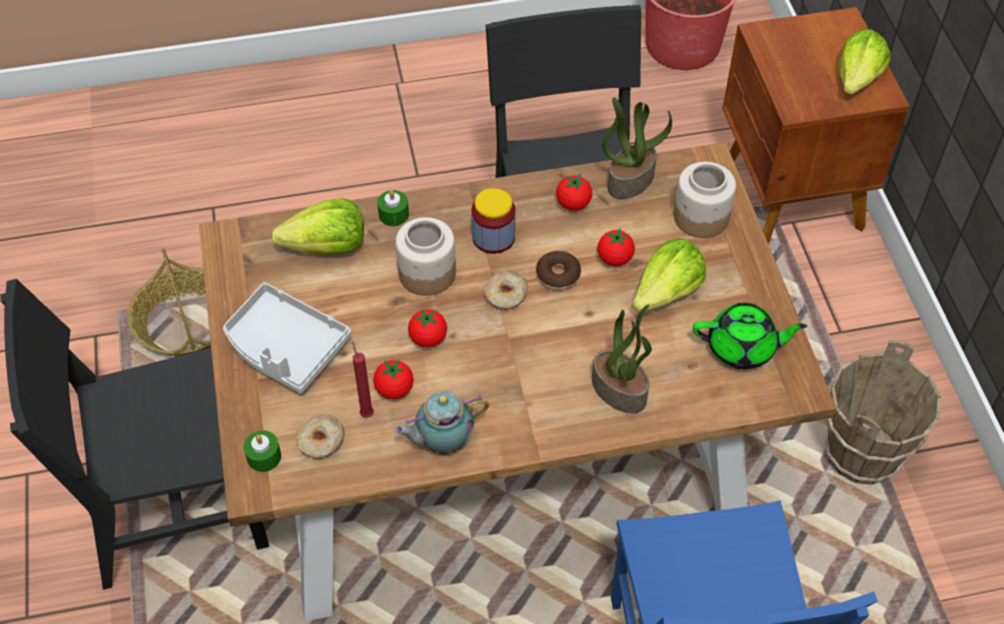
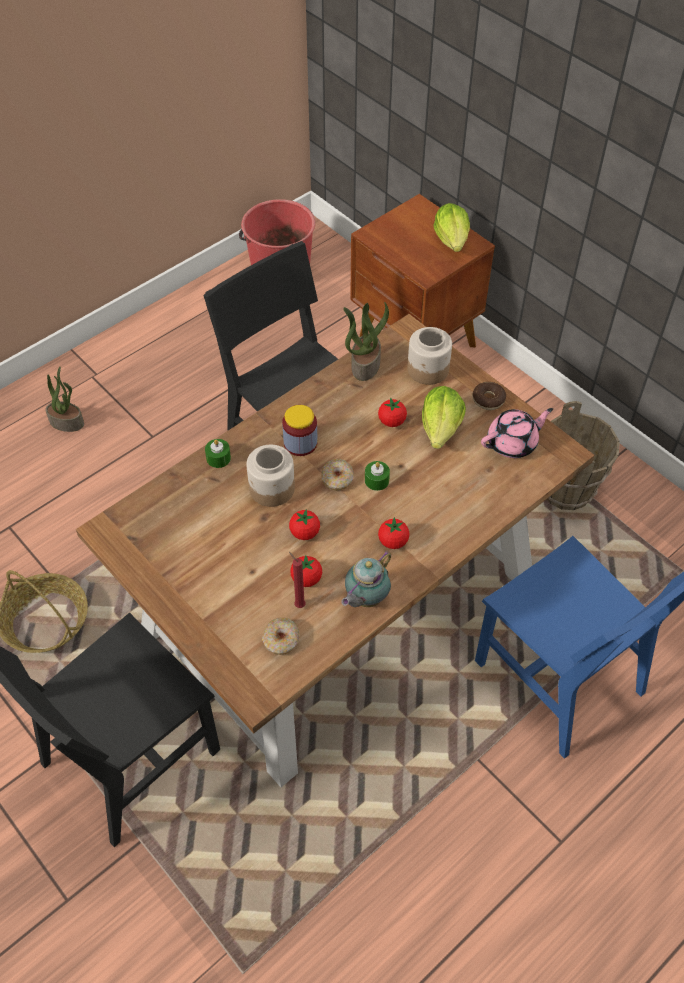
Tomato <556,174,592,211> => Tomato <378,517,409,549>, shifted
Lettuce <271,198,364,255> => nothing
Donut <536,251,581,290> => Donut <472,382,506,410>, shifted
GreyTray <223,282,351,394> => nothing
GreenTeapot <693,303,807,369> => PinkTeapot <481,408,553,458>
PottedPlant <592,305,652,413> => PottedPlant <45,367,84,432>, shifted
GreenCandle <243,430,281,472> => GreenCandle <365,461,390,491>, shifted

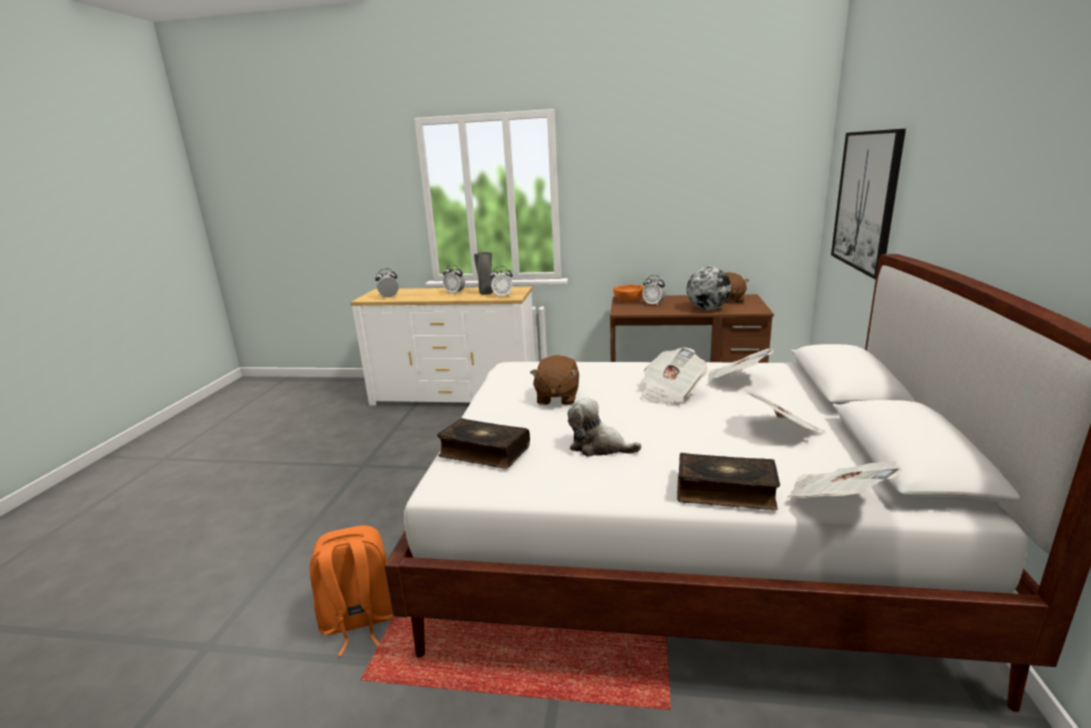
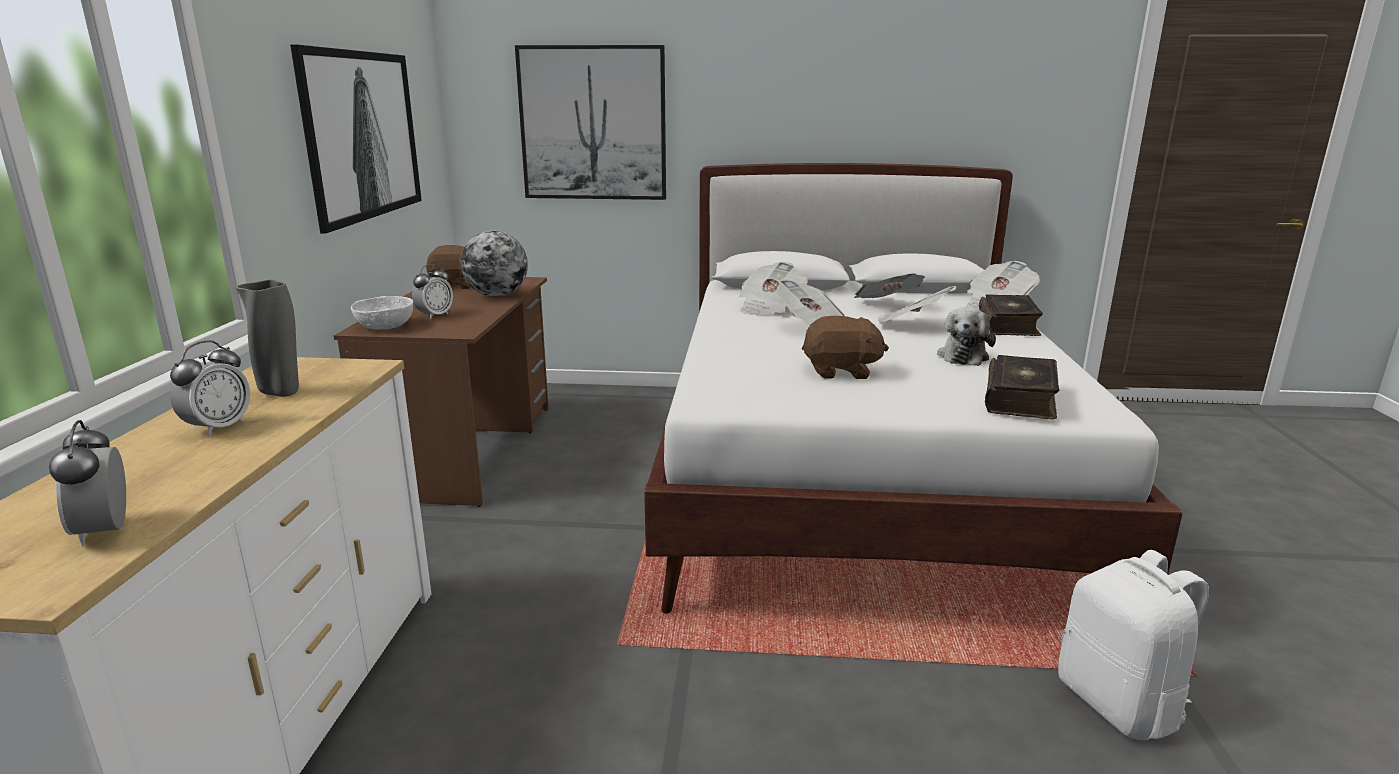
AlarmClock <490,266,513,298> => nothing
OrangeBowl <613,284,644,302> => WhiteBowl <351,296,413,330>
OrangeBackpack <310,525,394,656> => WhiteBackpack <1058,550,1209,740>
nothing => Picture <290,44,422,234>
nothing => Newspaper <878,286,957,324>

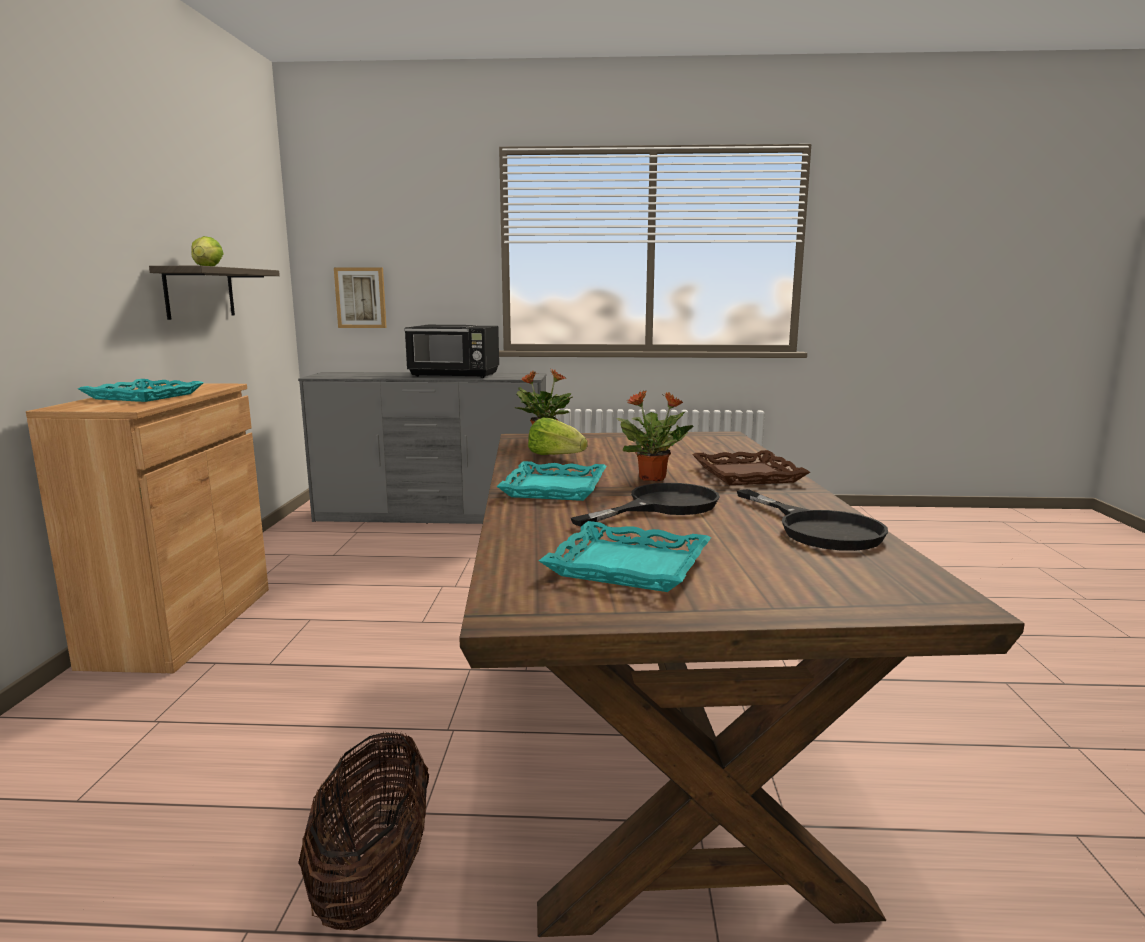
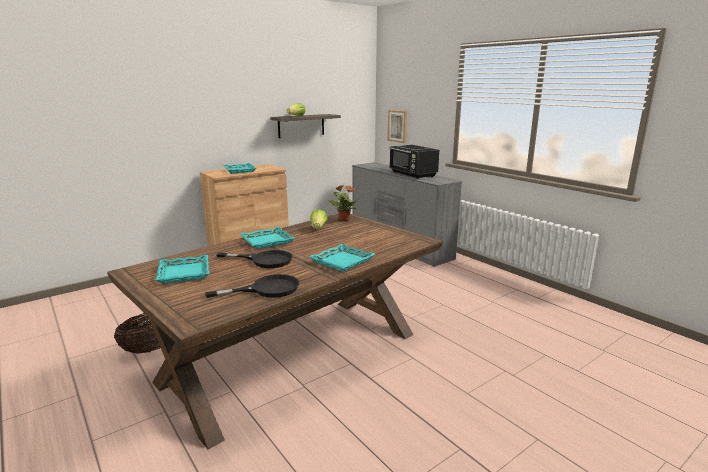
PottedPlant <616,390,694,482> => nothing
BrownTray <692,450,810,485> => TurquoiseTray <309,244,375,272>
BlackFryingPan <737,489,888,551> => BlackFryingPan <205,274,299,298>, 135 degrees counterclockwise

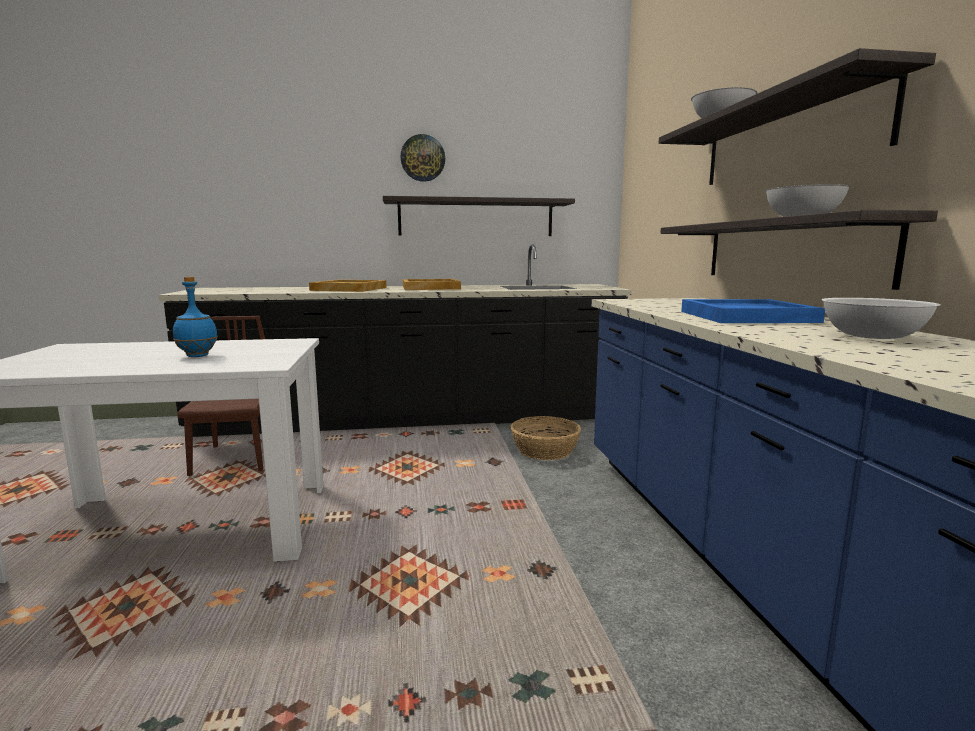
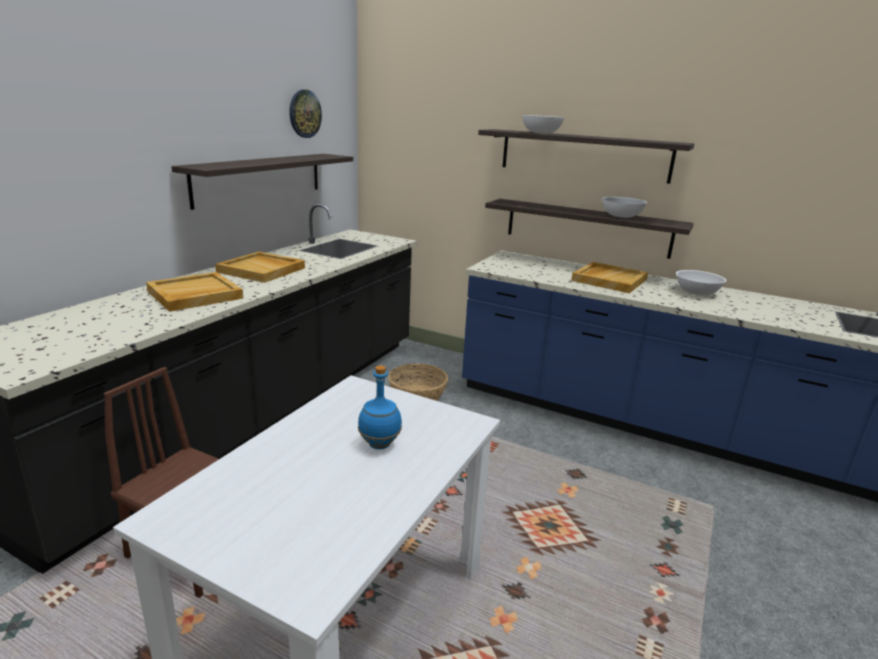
WallClock <401,134,445,182> => WallClock <289,90,322,138>, shifted
BlueTray <681,299,825,323> => BeigeTray <571,262,648,293>

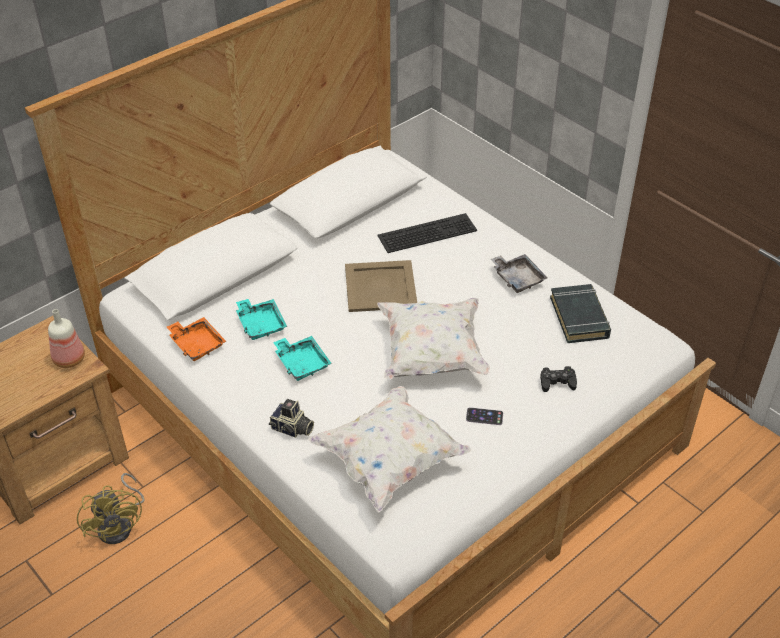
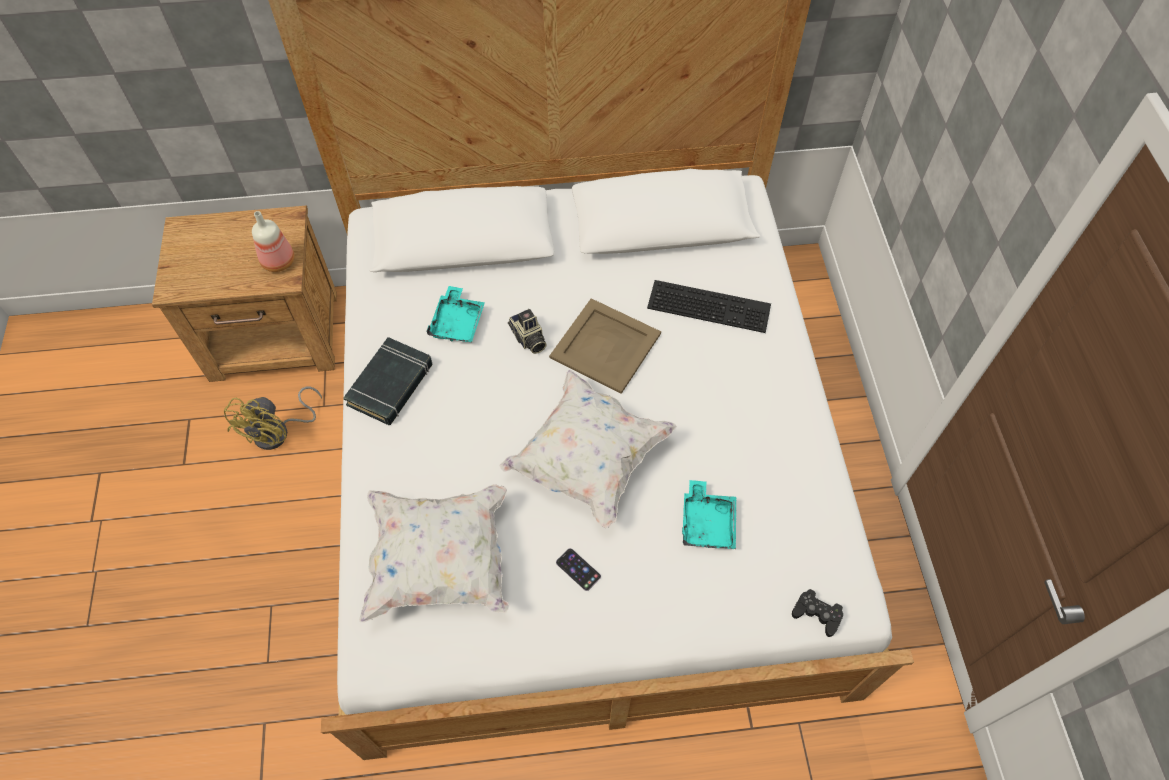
GreyTray <491,254,547,293> => nothing
BlackBook <550,284,611,343> => BlackBook <343,337,433,425>, shifted
OrangeTray <167,317,226,361> => nothing
TurquoiseTray <273,336,332,381> => TurquoiseTray <682,480,736,549>, shifted
BlackGameController <540,366,577,392> => BlackGameController <792,589,843,637>, shifted
PhotoCamera <269,399,314,438> => PhotoCamera <508,309,547,354>, shifted

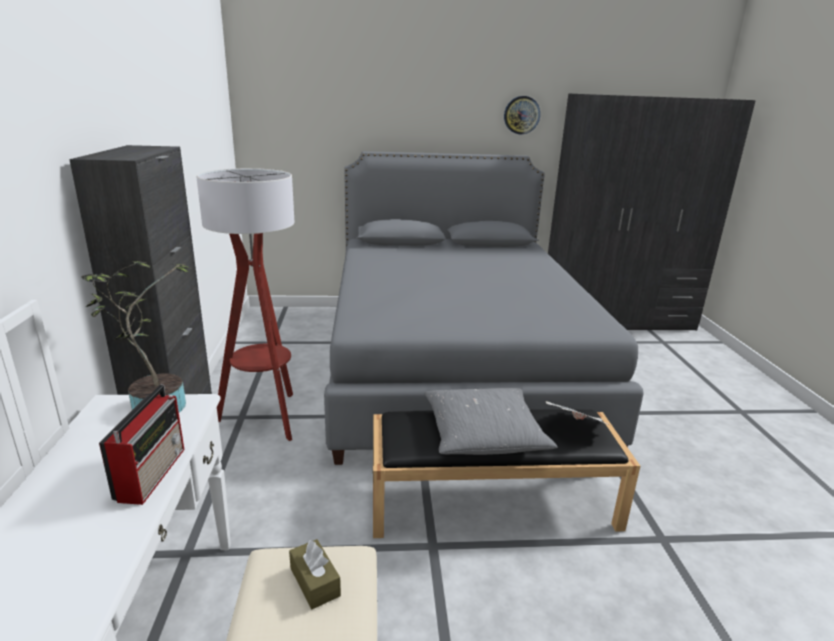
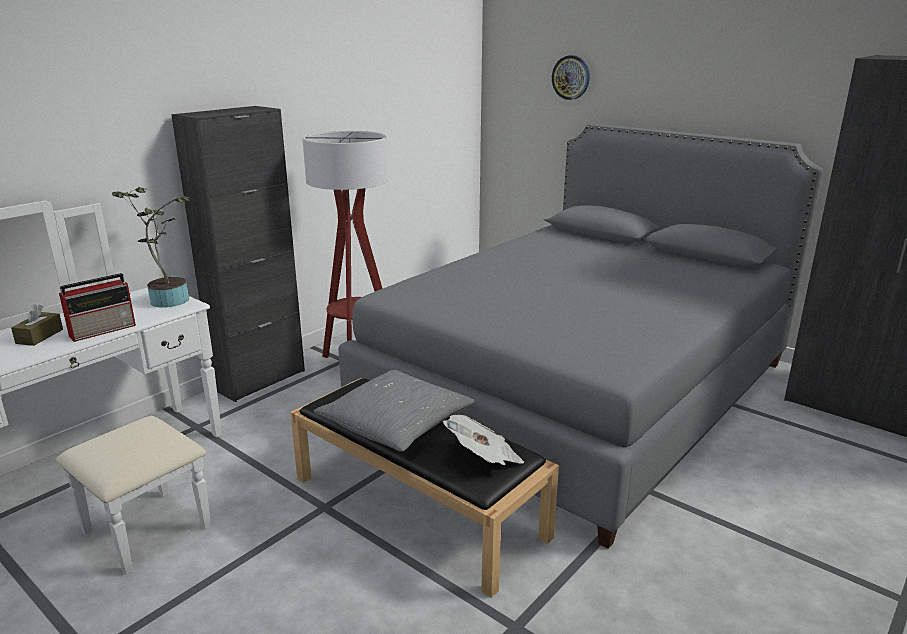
WallClock <504,96,540,134> => WallClock <552,55,590,100>, shifted
BrownTissueBox <289,539,341,609> => BrownTissueBox <11,304,63,346>, shifted

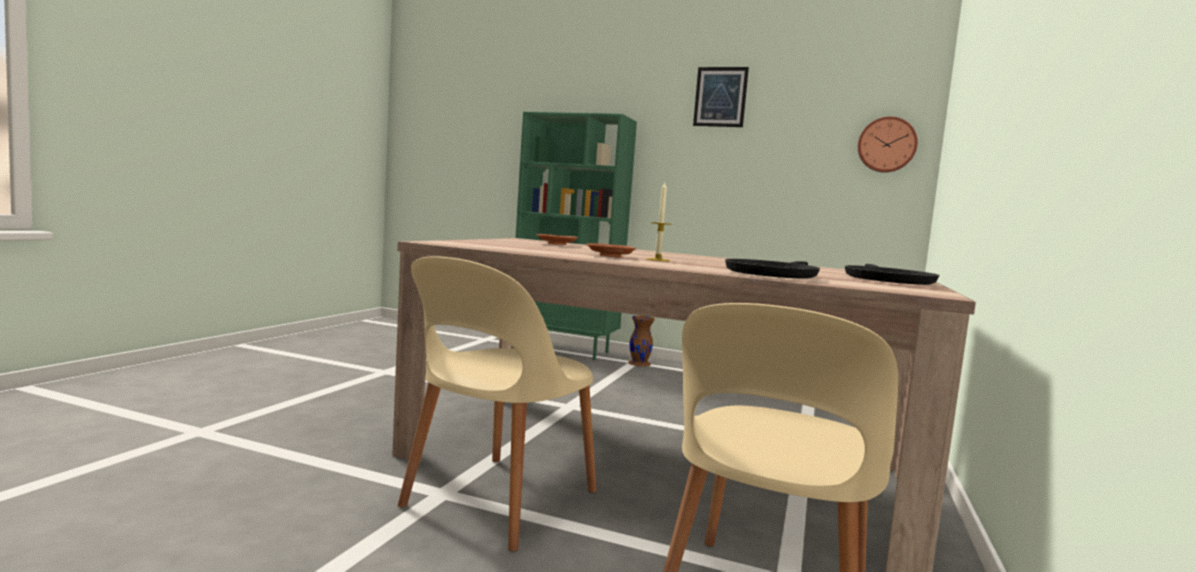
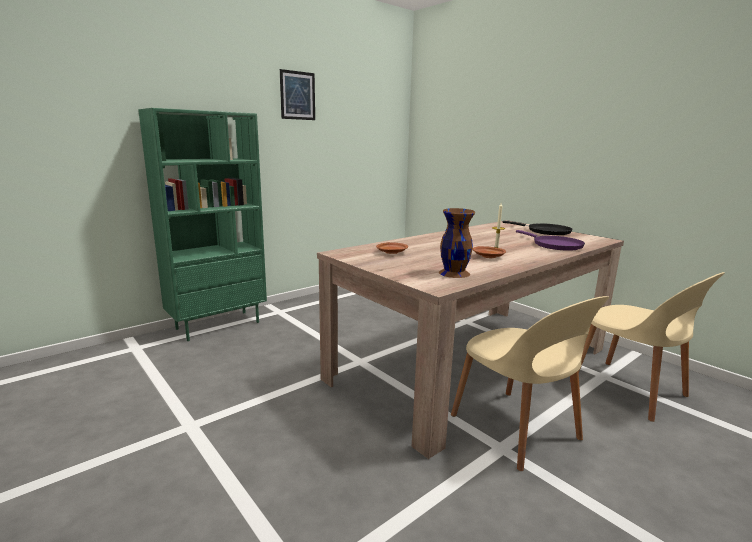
WallClock <858,116,918,173> => nothing
BlackFryingPan <725,259,820,279> => PurpleFryingPan <516,230,585,251>
BrownVase <628,316,655,366> => BrownVase <439,208,475,278>, shifted

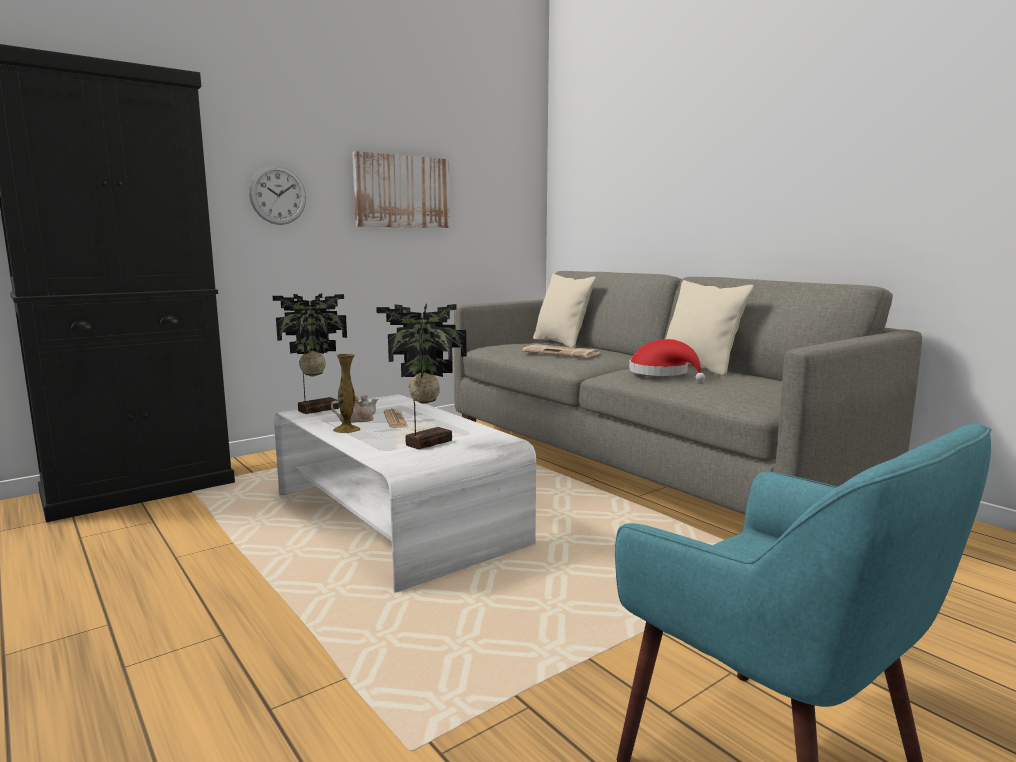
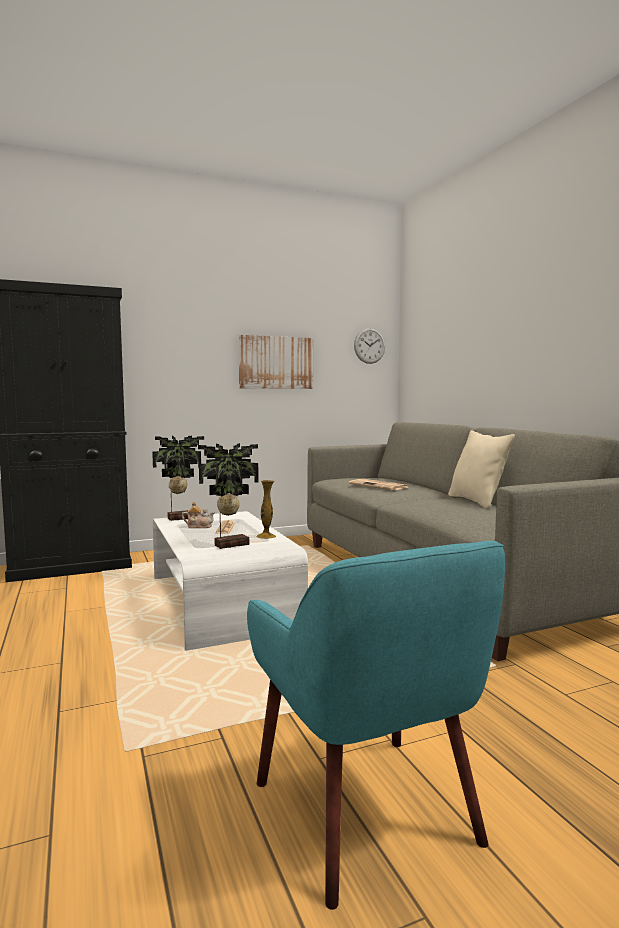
WallClock <249,166,306,225> => WallClock <354,328,385,364>, shifted
BeigePillow <533,274,596,348> => nothing
RedHat <629,339,705,382> => nothing
Vase <333,354,360,433> => Vase <256,480,276,539>, shifted

